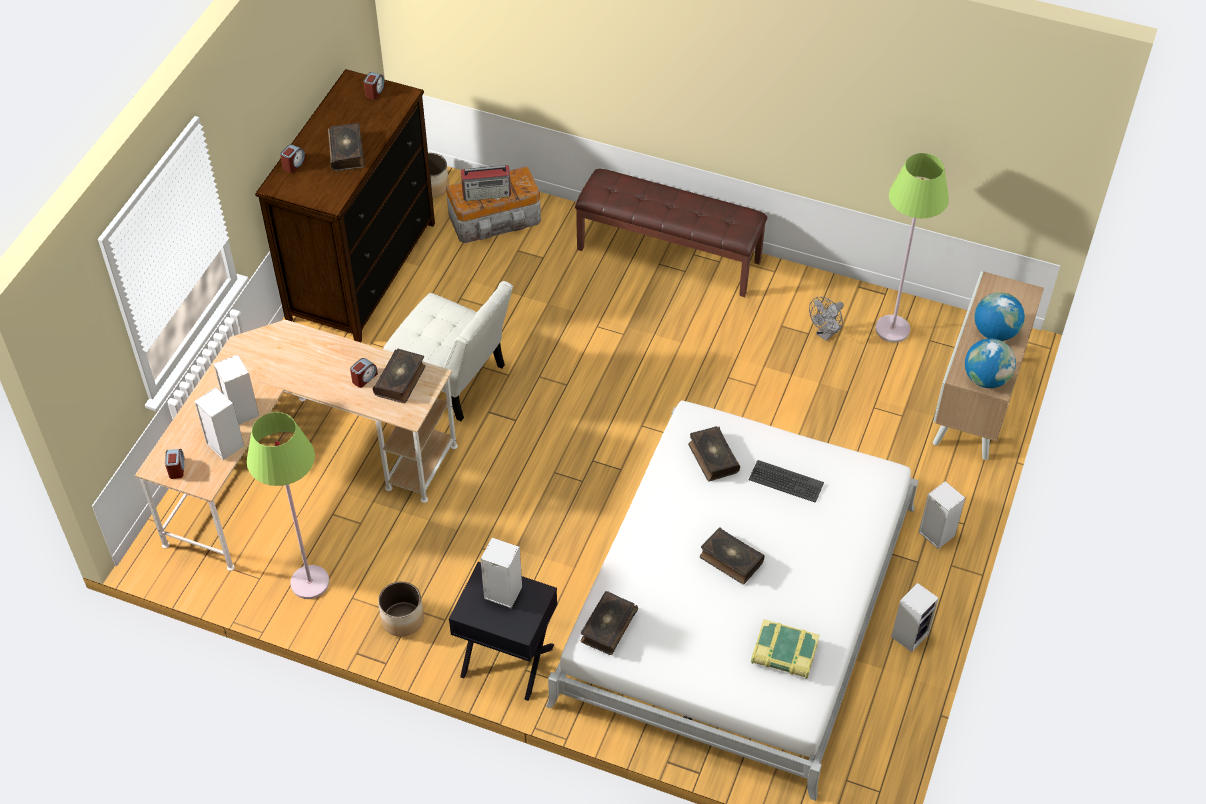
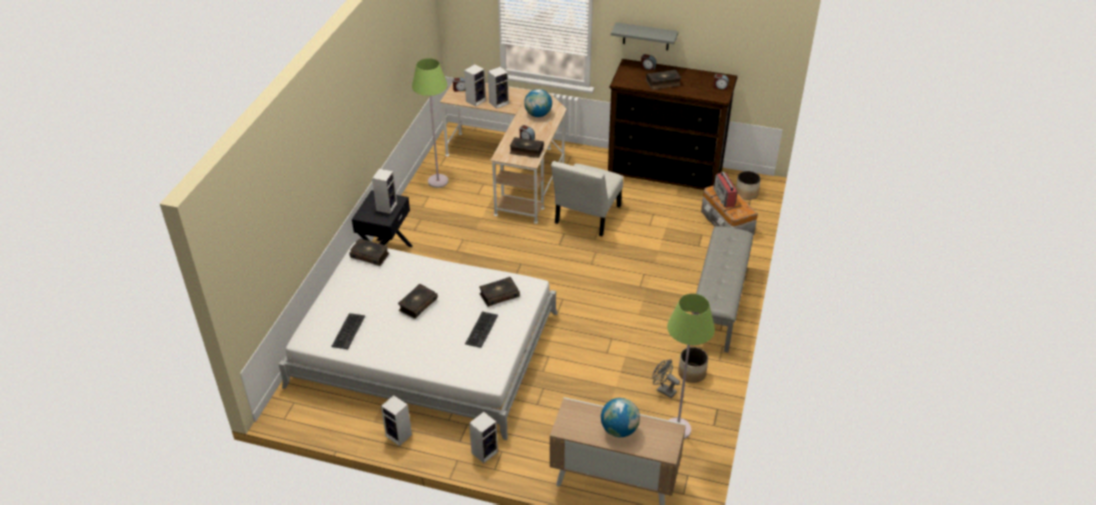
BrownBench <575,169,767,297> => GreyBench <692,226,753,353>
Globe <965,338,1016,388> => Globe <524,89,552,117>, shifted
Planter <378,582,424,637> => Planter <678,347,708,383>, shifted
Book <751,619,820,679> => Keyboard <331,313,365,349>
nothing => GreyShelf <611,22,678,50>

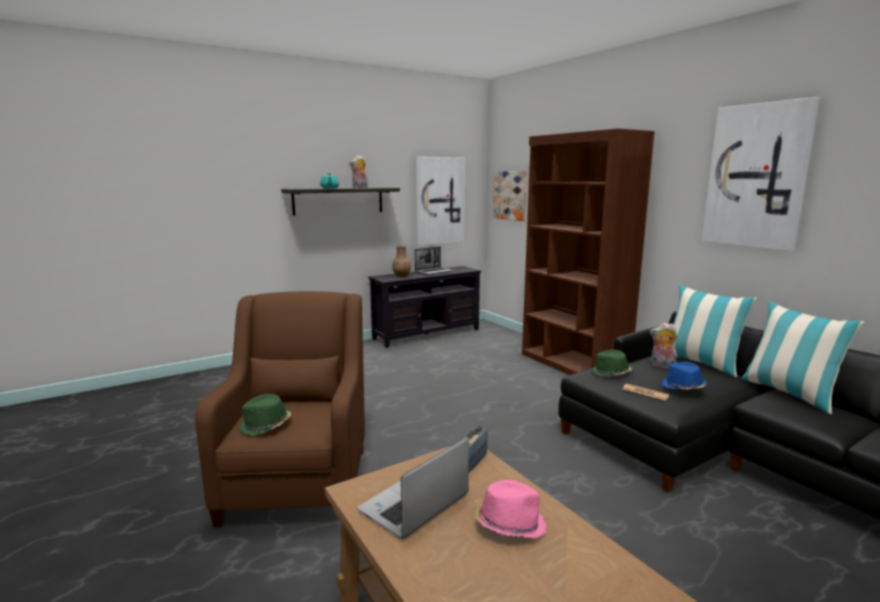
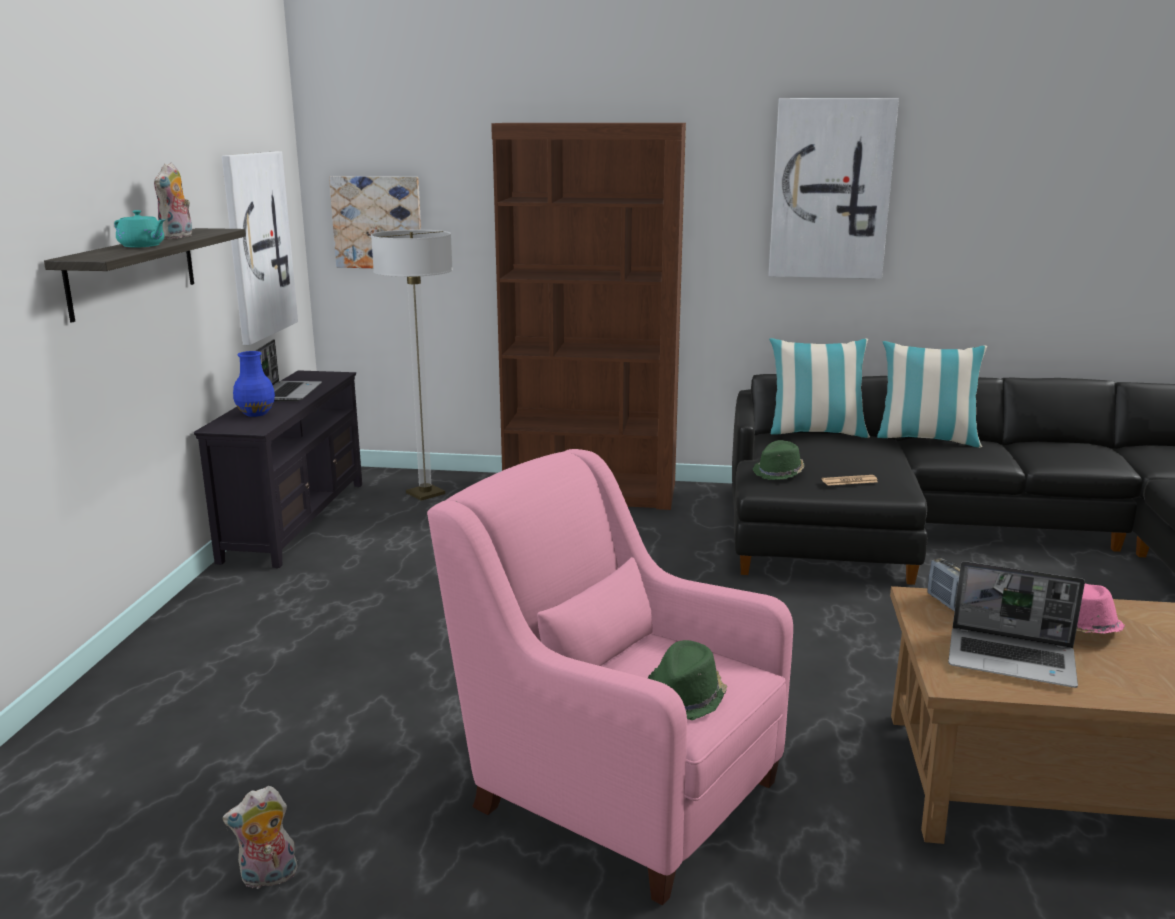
BrownVase <392,246,411,277> => BlueVase <233,351,275,417>
BrownArmchair <195,291,365,527> => PinkArmchair <427,449,793,905>
PlushToy <650,323,678,369> => PlushToy <222,786,298,890>, shifted
BlueHat <662,362,708,389> => nothing
Laptop <357,437,469,539> => Laptop <948,561,1085,688>, 60 degrees counterclockwise
nothing => FloorLamp <371,230,453,501>

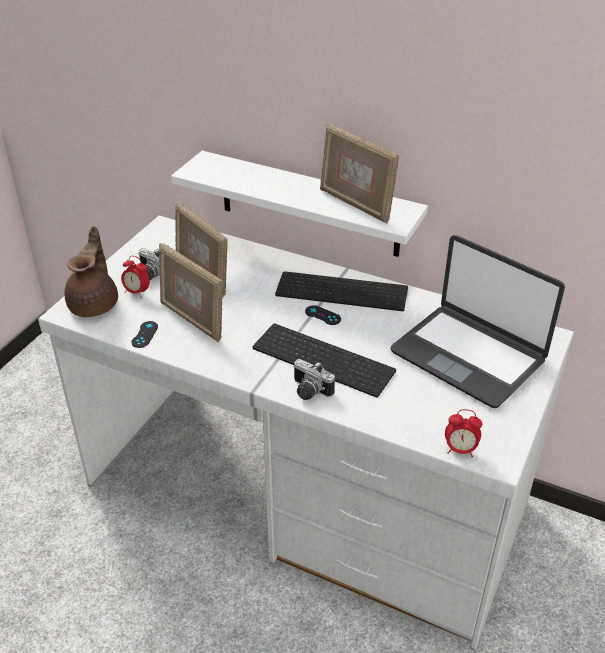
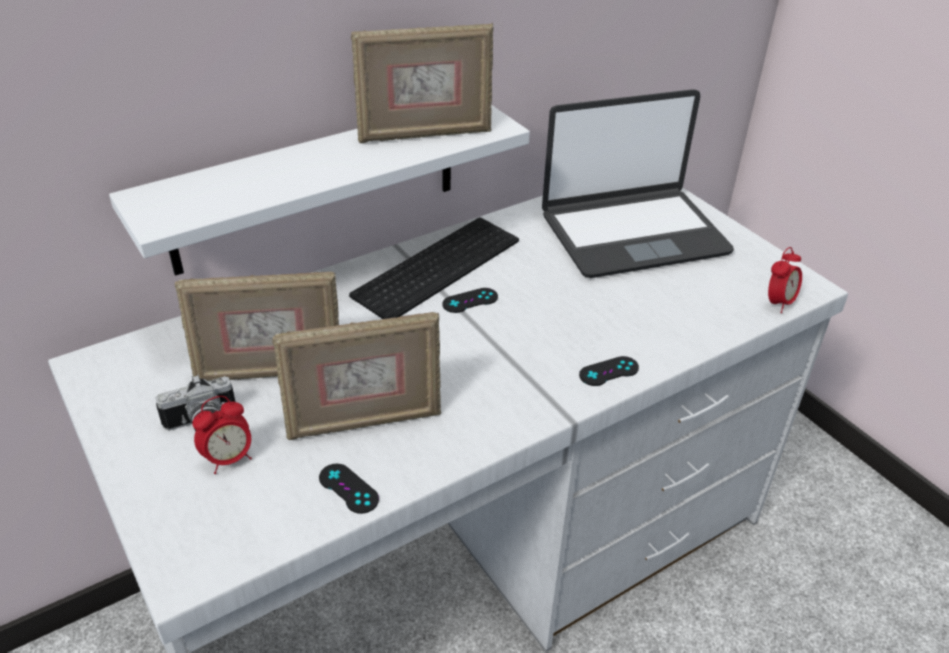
BrownTeapot <64,226,118,317> => nothing
Keyboard <252,323,396,397> => nothing
PhotoCamera <294,359,335,400> => BlackGameController <579,356,639,386>

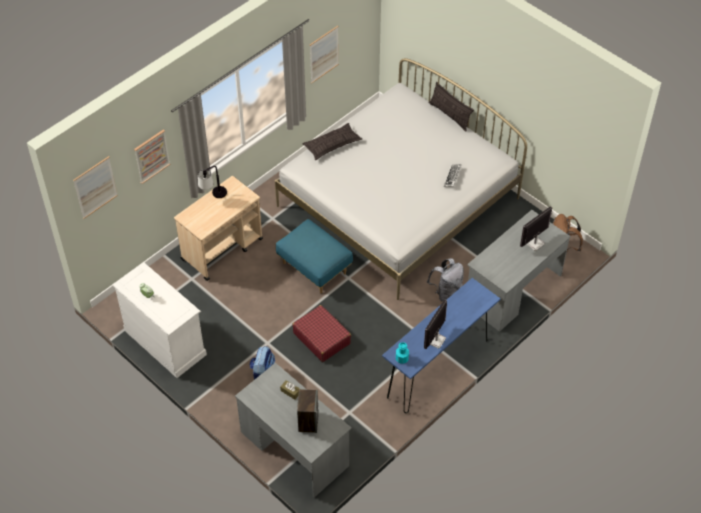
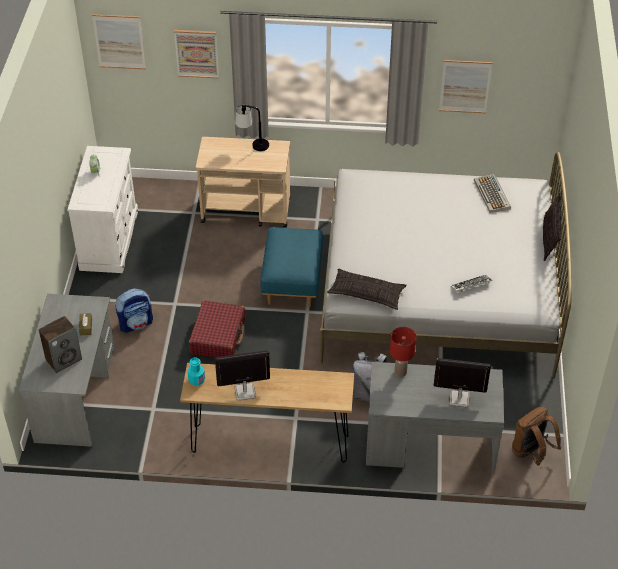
Pillow <302,123,362,160> => Pillow <327,269,407,310>, shifted
BlueConsoleTable <382,278,500,413> => BrownConsoleTable <180,363,354,462>
nothing => Keyboard <474,174,511,213>
nothing => RedTableLamp <390,327,416,377>

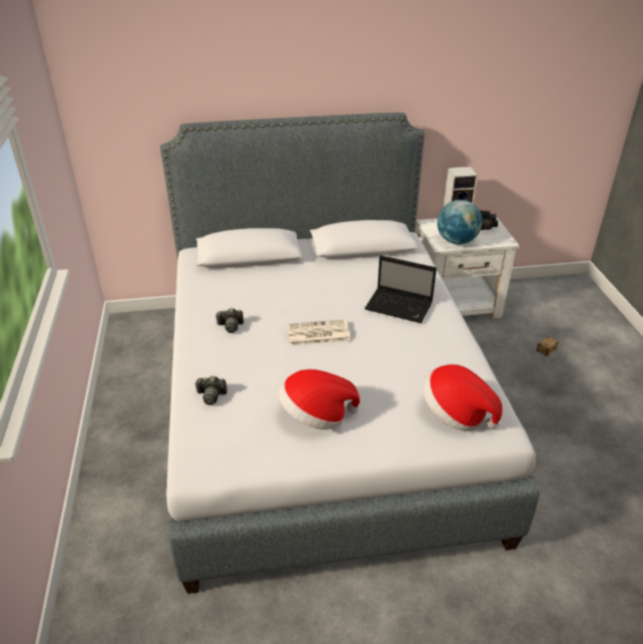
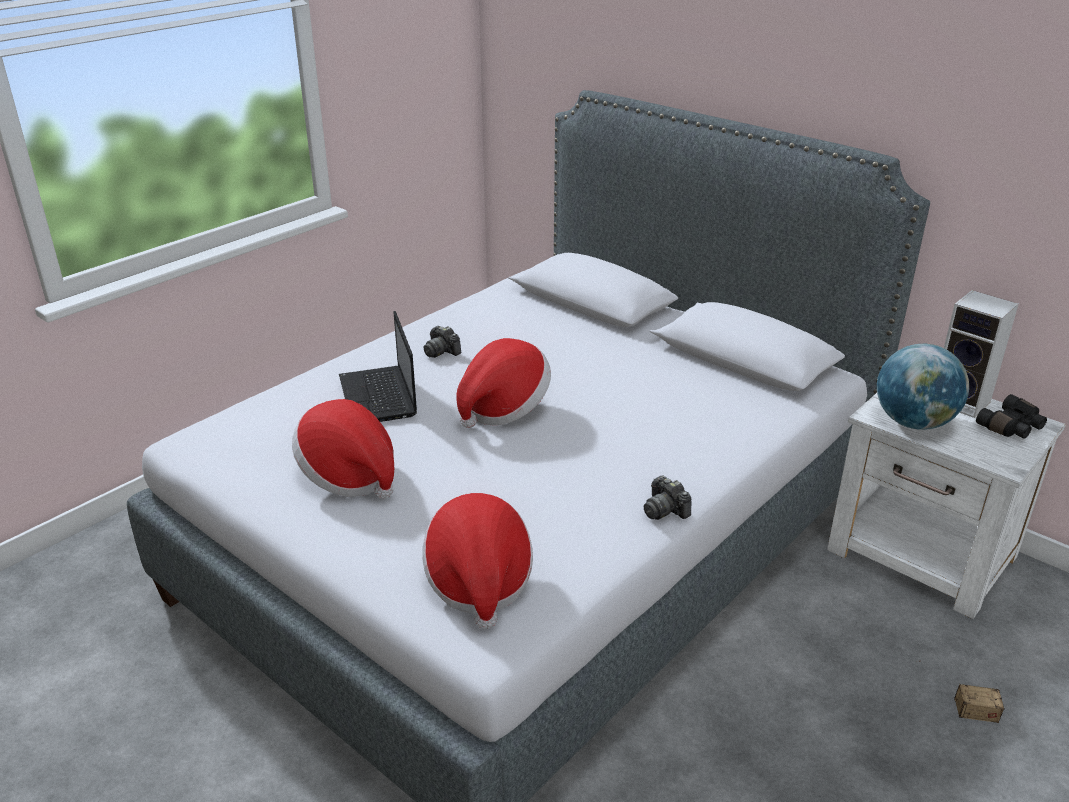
Laptop <364,255,437,323> => Laptop <339,311,417,422>, shifted
Newspaper <287,319,351,346> => Hat <456,338,551,428>
PhotoCamera <195,376,227,405> => PhotoCamera <644,475,692,520>, shifted

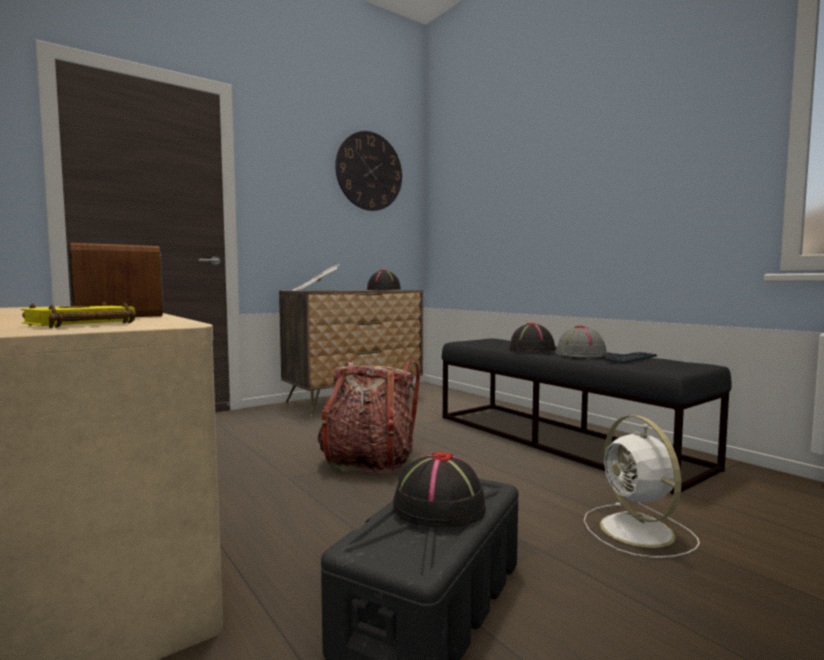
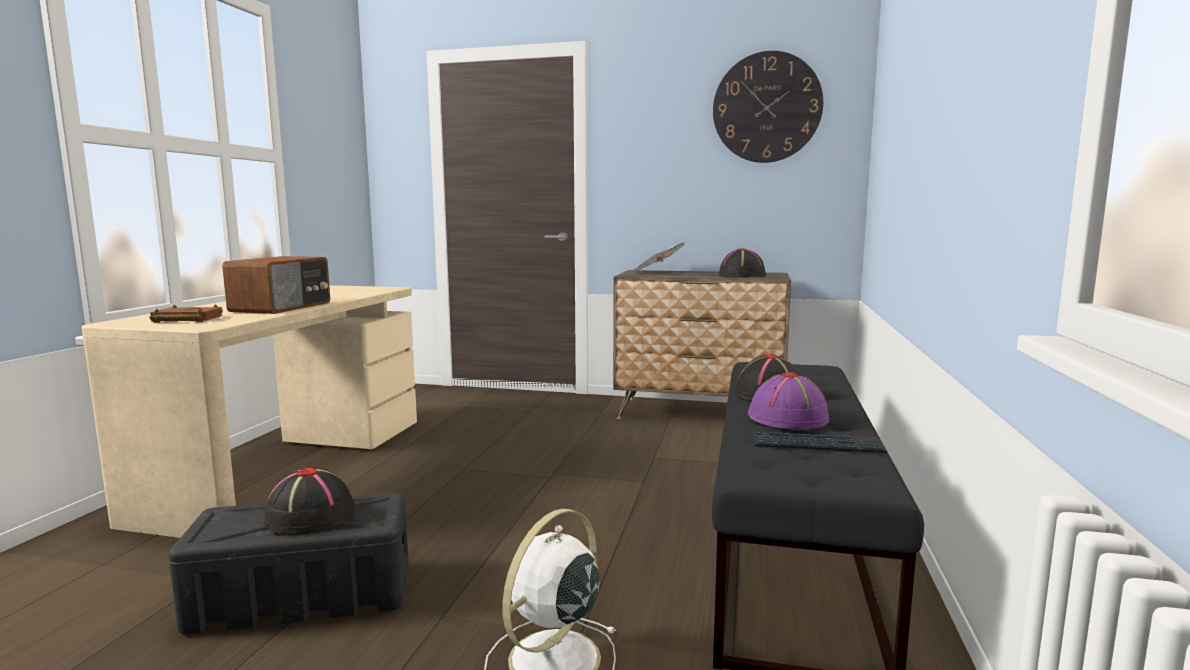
YellowBook <21,301,136,328> => BrownBook <149,304,223,323>
GreyHat <556,325,607,357> => PurpleHat <748,372,829,430>
Backpack <317,360,420,474> => nothing

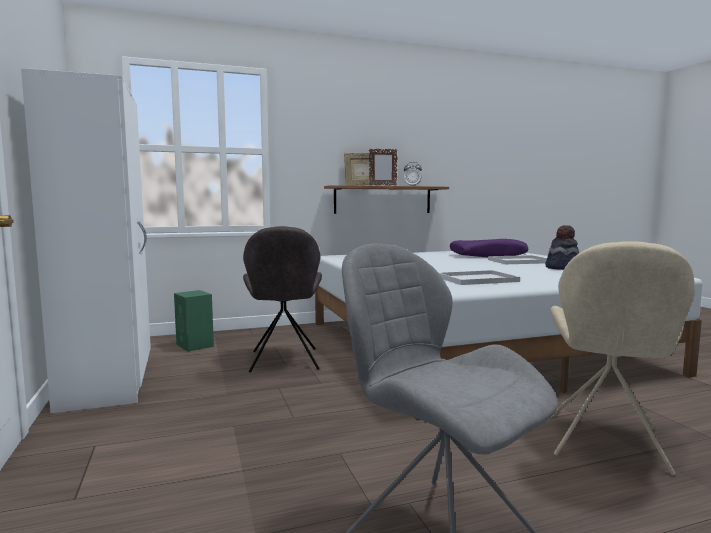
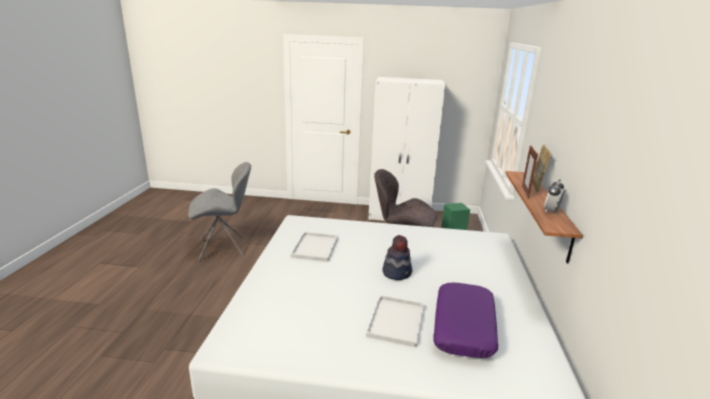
Hat <545,225,579,270> => Hat <382,235,412,280>, shifted
BeigeChair <550,241,695,476> => nothing

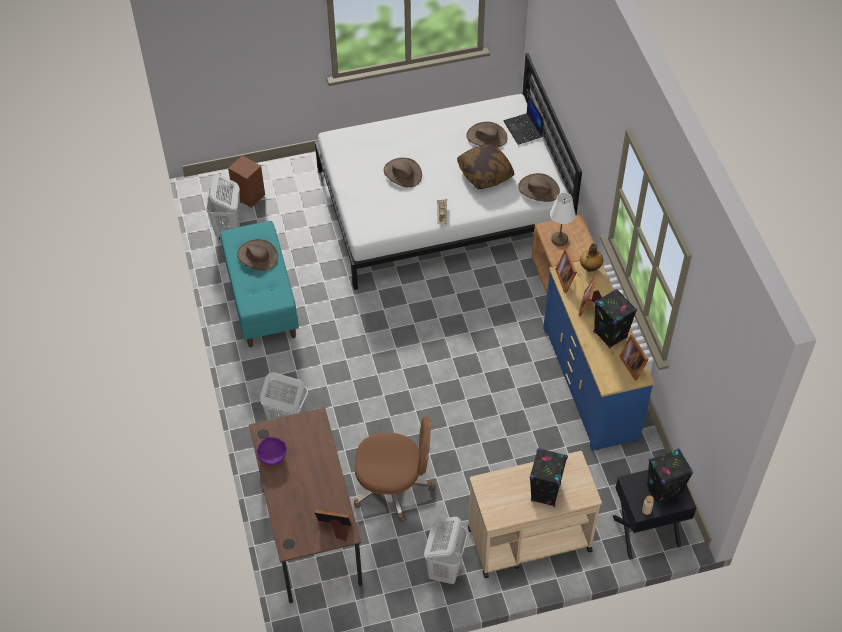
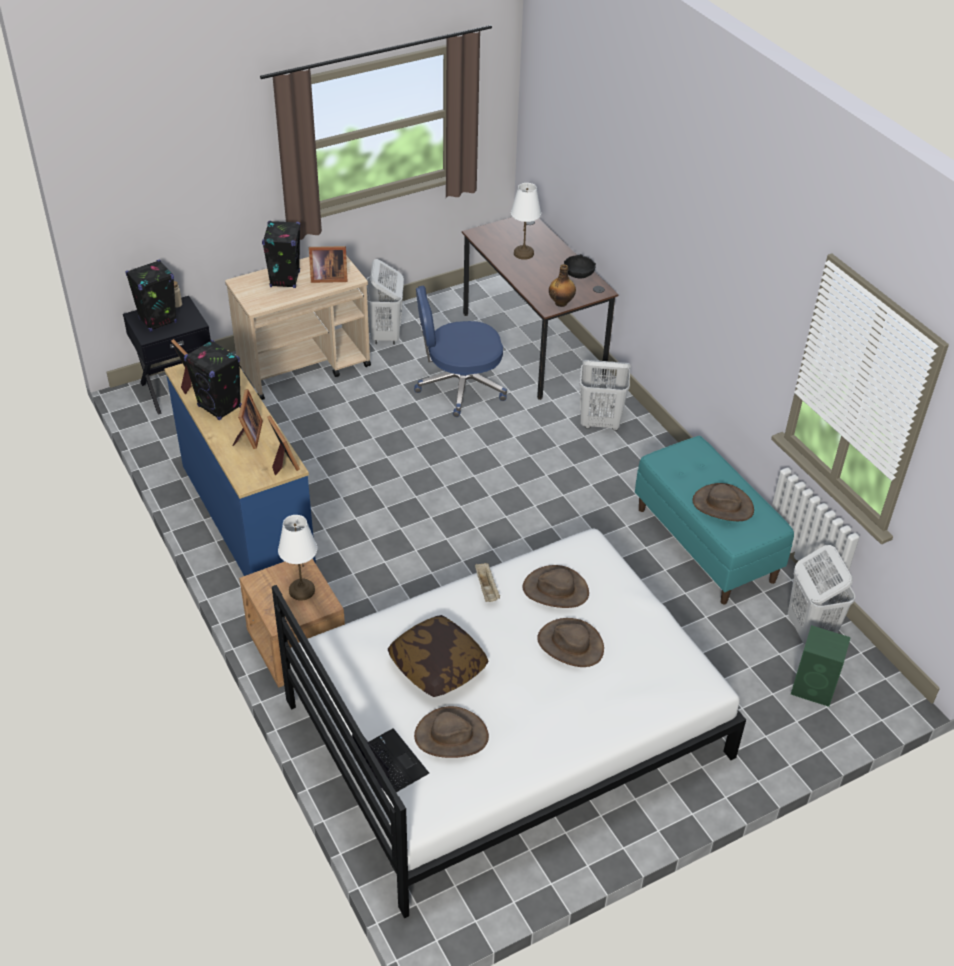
BrownSpeaker <228,155,265,208> => GreenSpeaker <791,625,851,707>
BrownHat <518,173,560,202> => BrownHat <523,565,589,608>, shifted
Bottle <580,243,603,272> => Bottle <549,264,576,307>, shifted
BrownOfficeChair <354,417,435,522> => BlueOfficeChair <414,286,507,417>
PurpleBowl <257,437,287,466> => BlackBowl <564,254,596,279>
PictureFrame <314,510,352,541> => PictureFrame <309,246,347,283>, shifted
nothing => WhiteTableLamp <511,183,541,260>

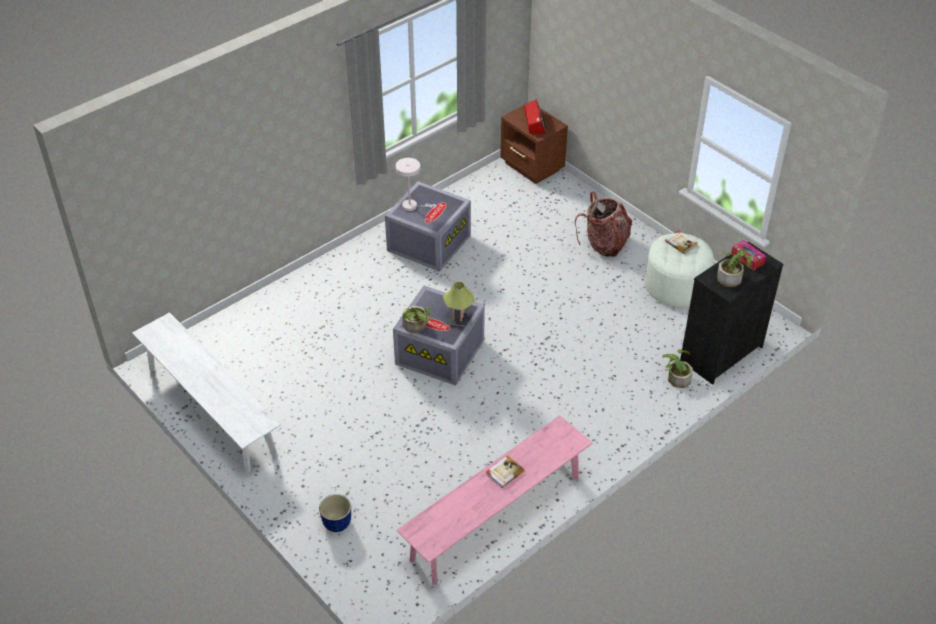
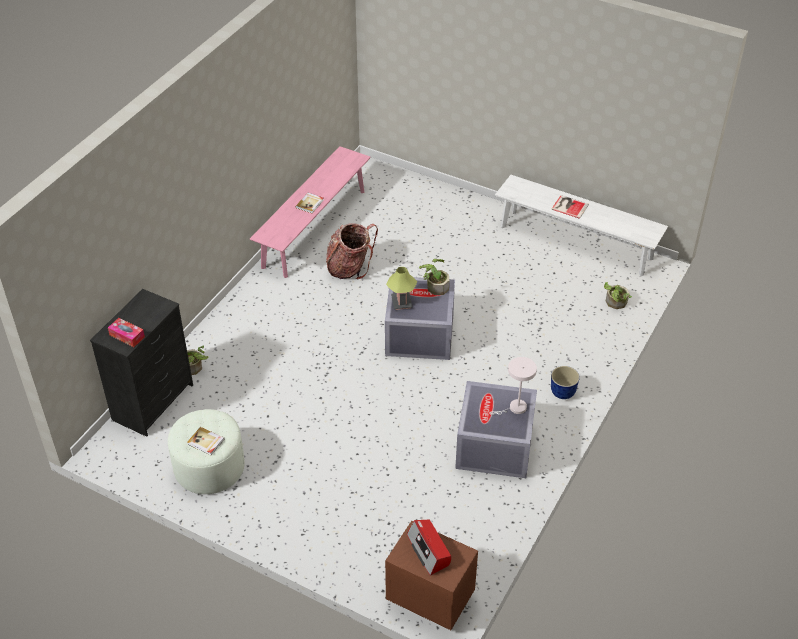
Backpack <575,191,632,257> => Backpack <326,223,378,280>, shifted
PottedPlant <717,249,752,287> => PottedPlant <604,282,632,309>, shifted
Planter <319,494,351,532> => Planter <551,366,580,399>, shifted
nothing => Book <551,195,589,219>

